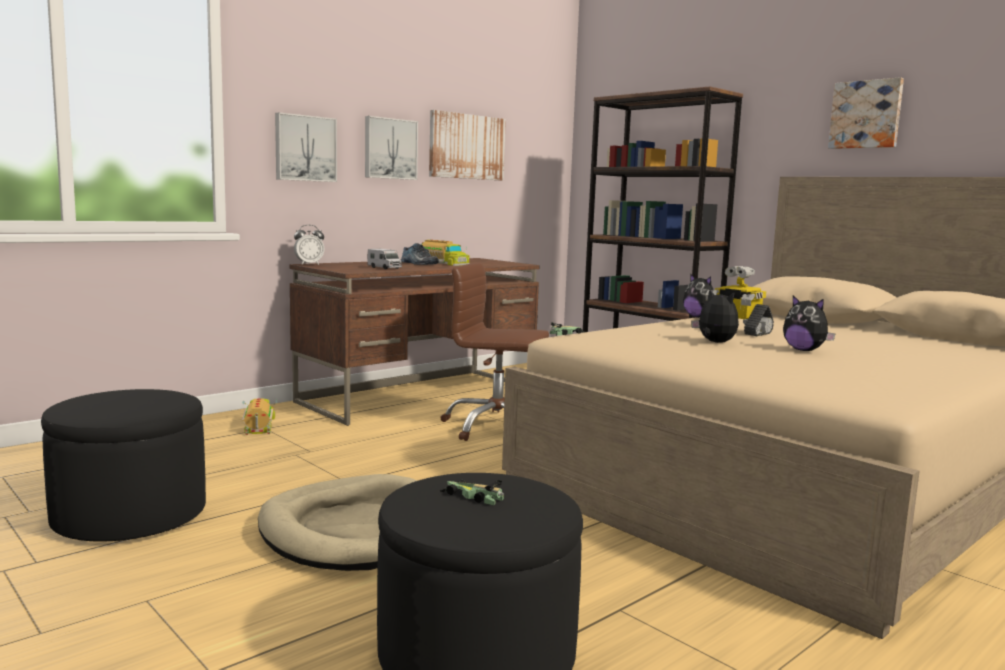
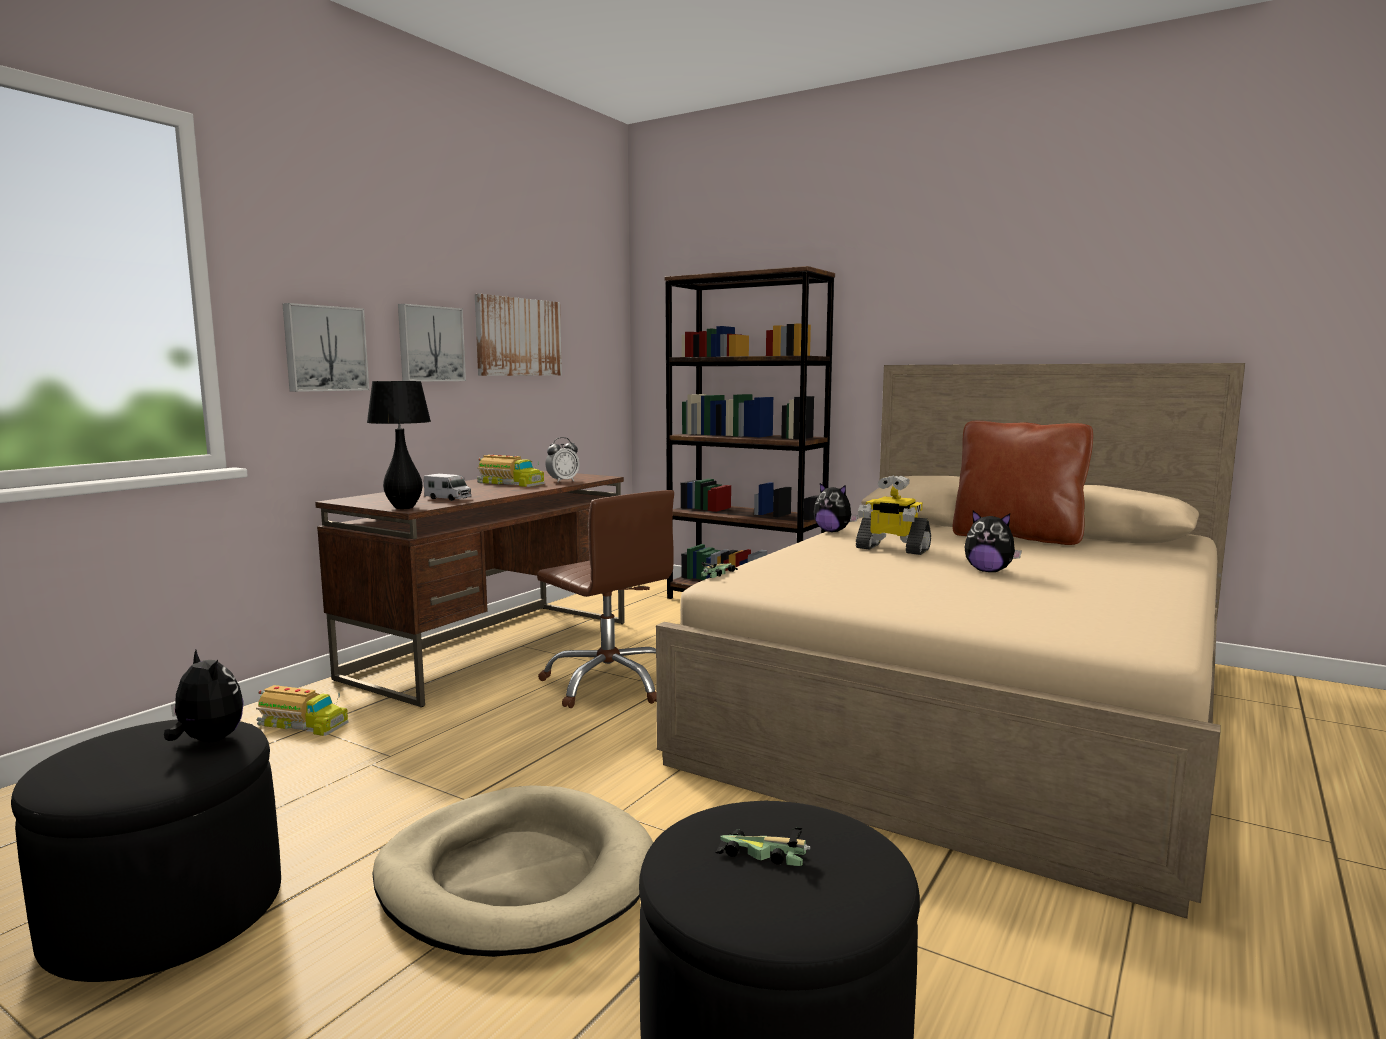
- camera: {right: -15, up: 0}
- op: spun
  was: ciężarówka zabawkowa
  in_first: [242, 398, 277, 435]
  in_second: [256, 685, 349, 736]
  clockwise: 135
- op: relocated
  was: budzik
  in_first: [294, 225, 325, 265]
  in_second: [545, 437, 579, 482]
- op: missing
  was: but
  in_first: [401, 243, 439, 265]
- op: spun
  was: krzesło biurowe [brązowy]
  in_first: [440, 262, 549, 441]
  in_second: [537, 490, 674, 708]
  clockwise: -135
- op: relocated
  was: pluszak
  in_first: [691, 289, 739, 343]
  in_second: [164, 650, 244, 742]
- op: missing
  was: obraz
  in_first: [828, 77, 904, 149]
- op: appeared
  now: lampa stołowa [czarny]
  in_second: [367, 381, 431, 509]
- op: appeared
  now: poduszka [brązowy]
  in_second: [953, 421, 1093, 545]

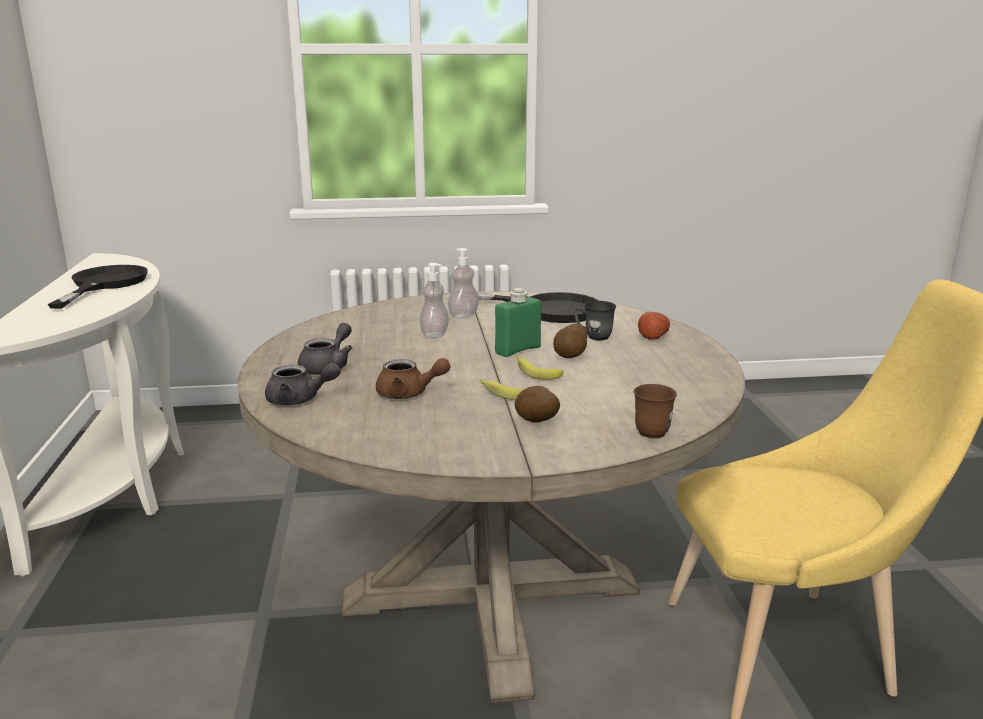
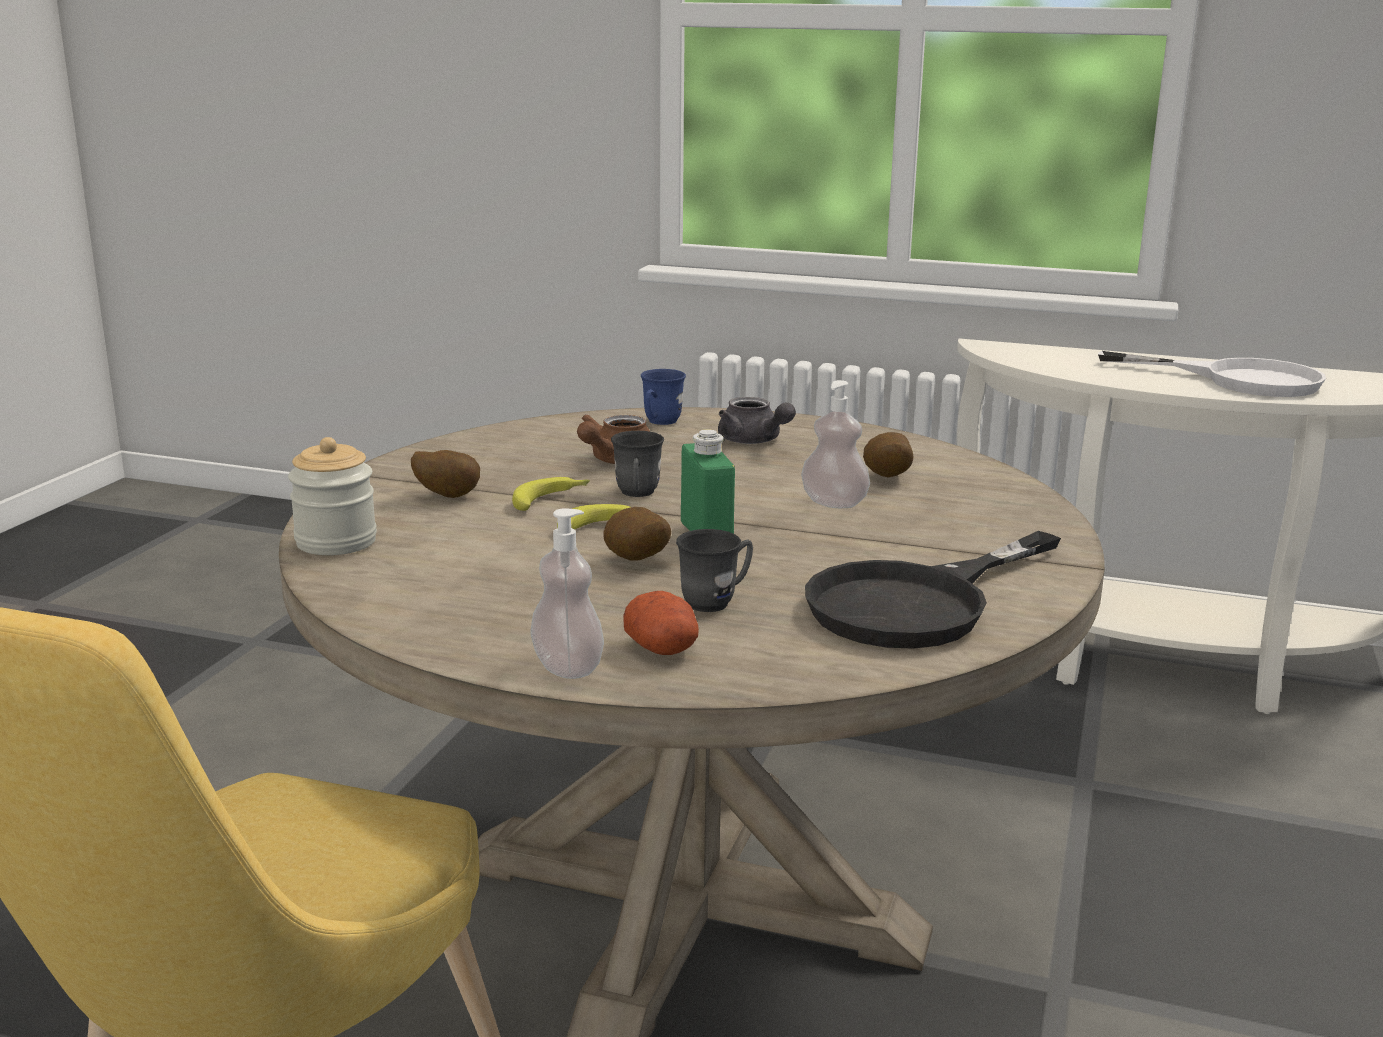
- camera: {right: 115, up: 0}
- op: colour
  was: patelnia [czarny]
  now: patelnia [biały]
  in_first: [48, 265, 148, 309]
  in_second: [1098, 351, 1326, 397]
- op: exchanged
  was: imbryk [szary]
  now: kubek [niebieski]
  in_first: [265, 363, 340, 405]
  in_second: [641, 369, 686, 425]
- op: relocated
  was: dozownik mydła
  in_first: [448, 248, 479, 319]
  in_second: [530, 508, 604, 679]
- op: exchanged
  was: kubek [brązowy]
  now: słoik
  in_first: [634, 384, 677, 439]
  in_second: [288, 437, 377, 555]
- op: appeared
  now: kubek [szary]
  in_second: [611, 431, 664, 497]
- op: appeared
  now: ziemniak
  in_second: [863, 432, 914, 477]

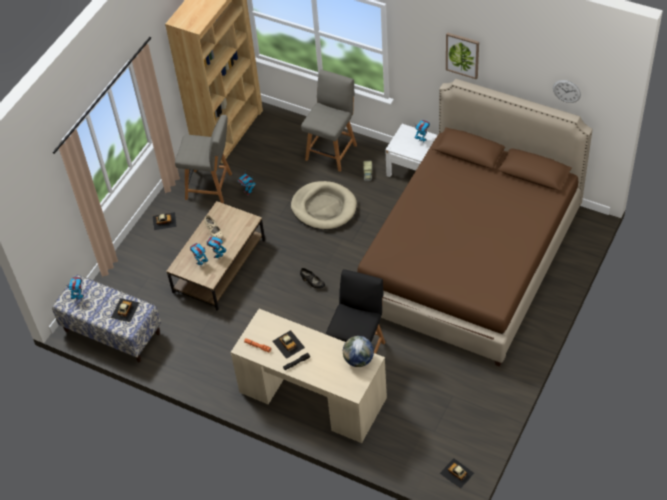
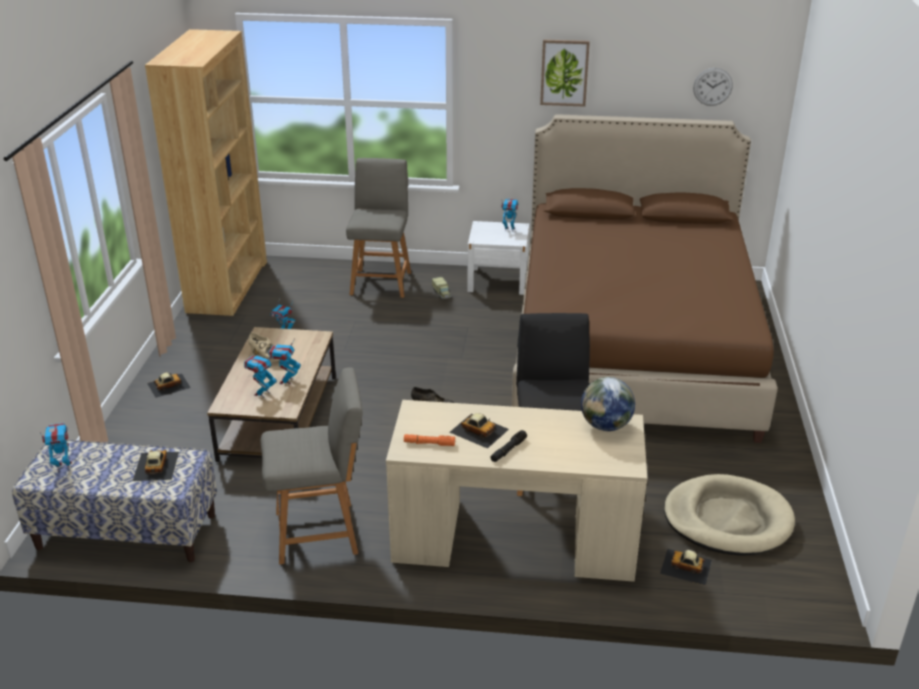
- camera: {right: -25, up: -20}
- op: relocated
  was: krzesło [szary]
  in_first: [175, 115, 232, 203]
  in_second: [261, 367, 363, 564]
- op: relocated
  was: legowisko [beżowy]
  in_first: [291, 181, 357, 230]
  in_second: [664, 474, 795, 555]
- op: relocated
  was: samochodzik
  in_first: [440, 458, 475, 489]
  in_second: [660, 549, 712, 585]

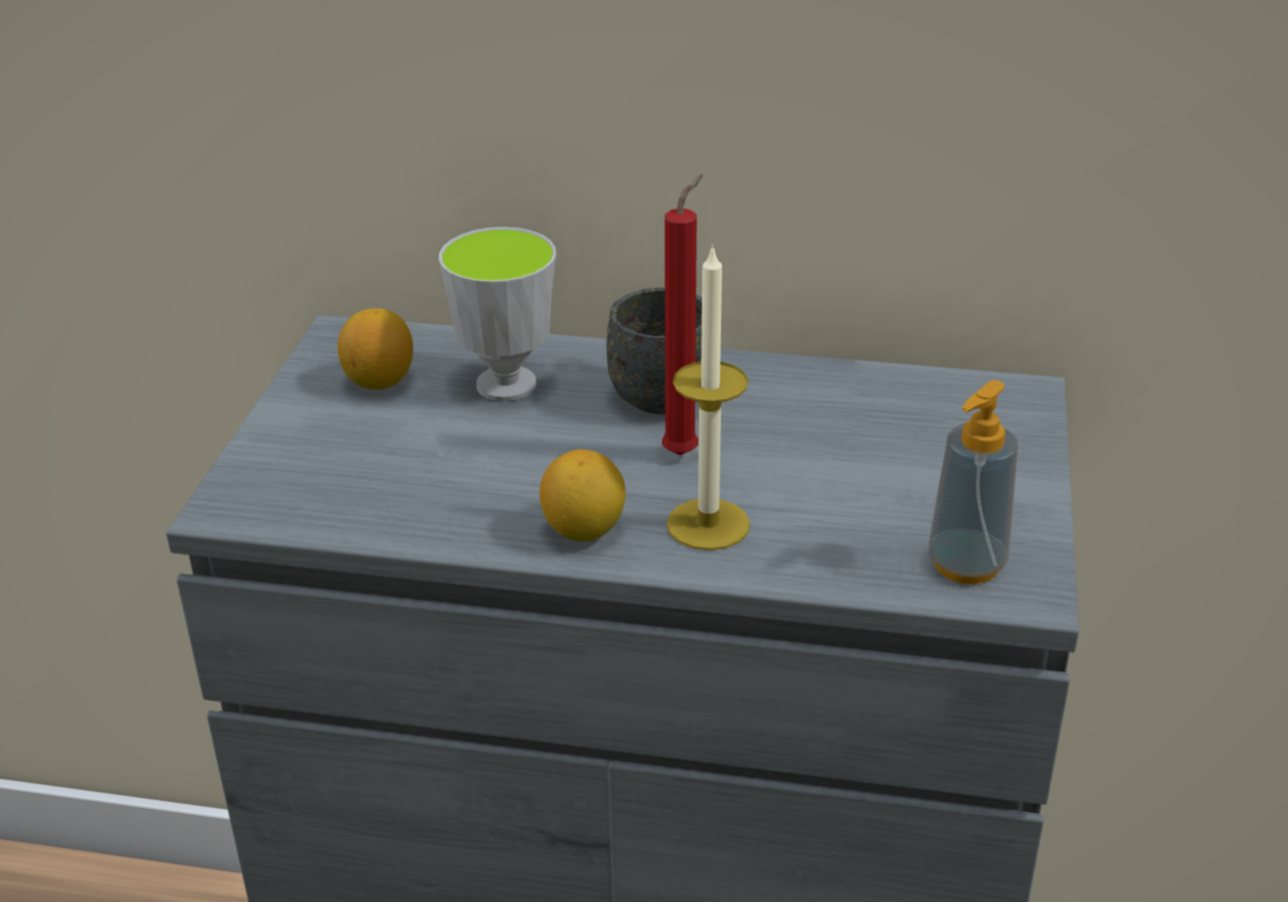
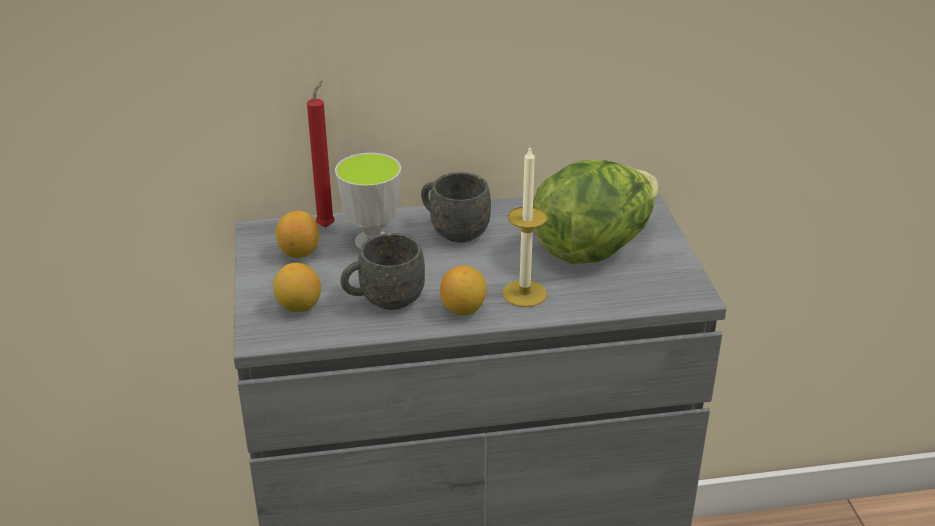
- camera: {right: -20, up: 0}
- op: relocated
  was: świeca [czerwony]
  in_first: [662, 174, 703, 455]
  in_second: [307, 80, 335, 227]
- op: missing
  was: dozownik mydła
  in_first: [928, 380, 1018, 584]
- op: appeared
  now: cytryna
  in_second: [273, 263, 321, 312]
- op: appeared
  now: kubek [szary]
  in_second: [341, 233, 425, 310]
- op: appeared
  now: sałata
  in_second: [533, 160, 658, 264]

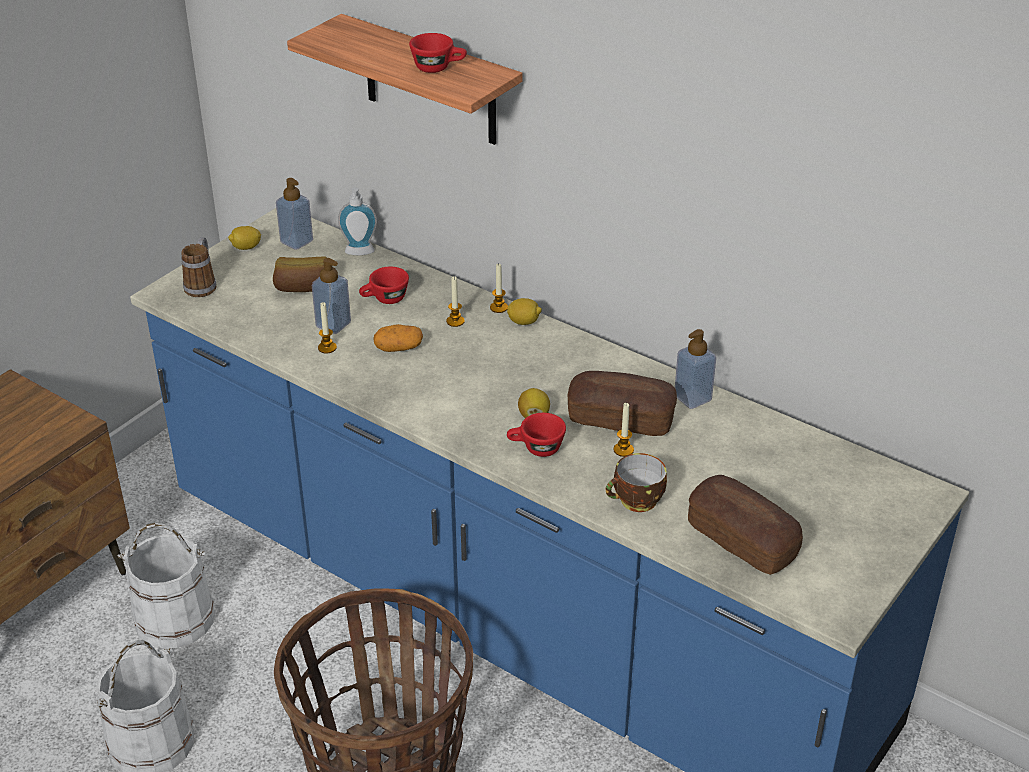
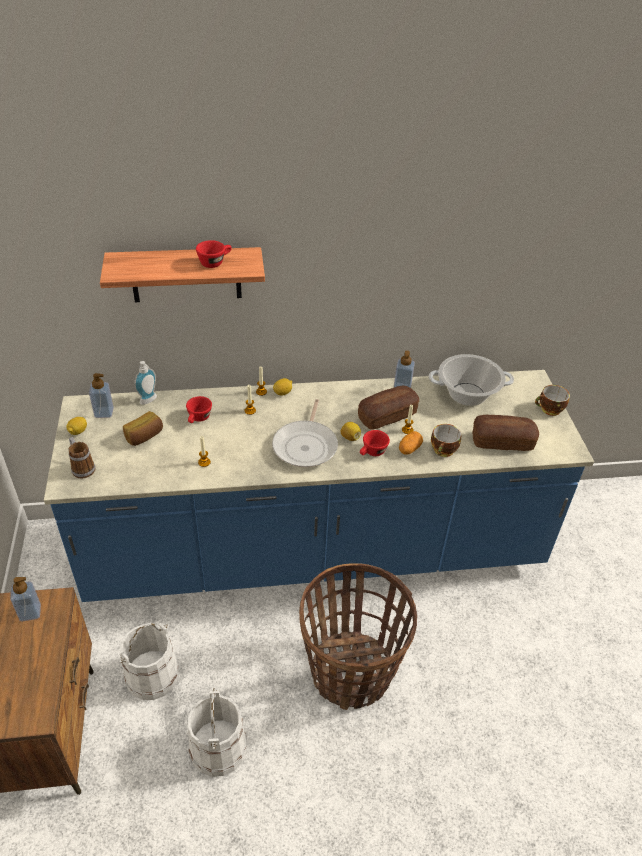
- camera: {right: -45, up: 5}
- op: relocated
  was: dozownik mydła
  in_first: [312, 258, 351, 334]
  in_second: [10, 577, 41, 621]
- op: relocated
  was: ziemniak
  in_first: [373, 324, 423, 352]
  in_second: [399, 431, 423, 454]
- op: appeared
  now: patelnia
  in_second: [272, 399, 338, 468]
- op: appeared
  now: garnek
  in_second: [429, 354, 514, 406]
- op: appeared
  now: filiżanka
  in_second: [535, 385, 570, 416]

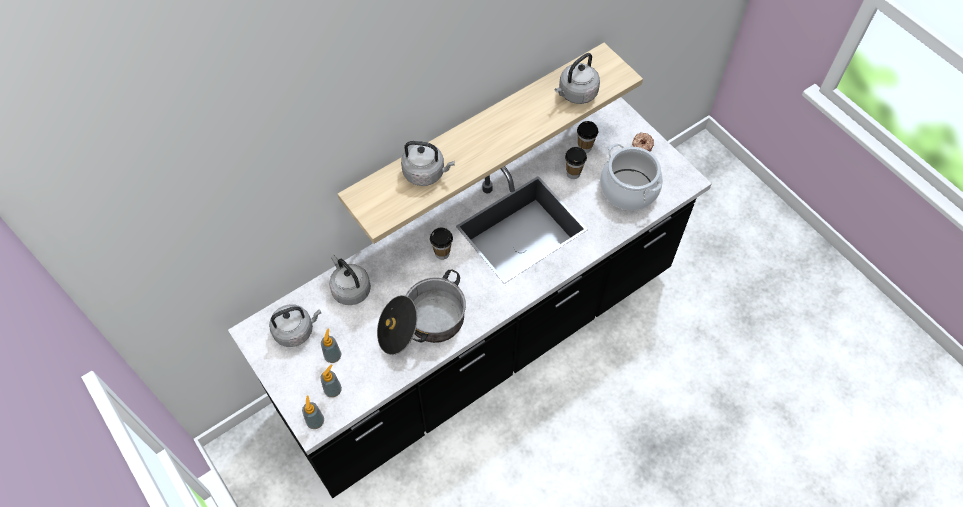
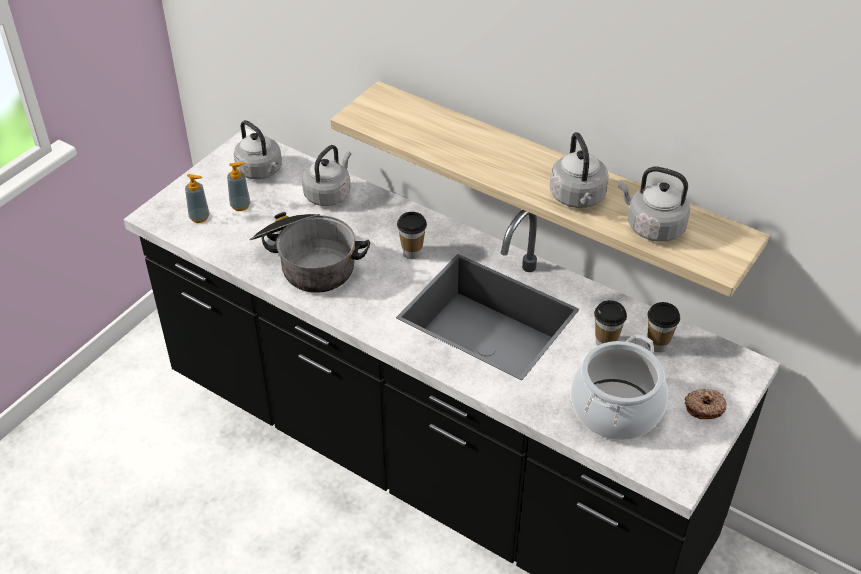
- camera: {right: 70, up: -15}
- op: missing
  was: dozownik mydła
  in_first: [302, 395, 324, 429]
- op: relocated
  was: czajnik [szary]
  in_first: [401, 141, 455, 186]
  in_second: [550, 132, 609, 208]

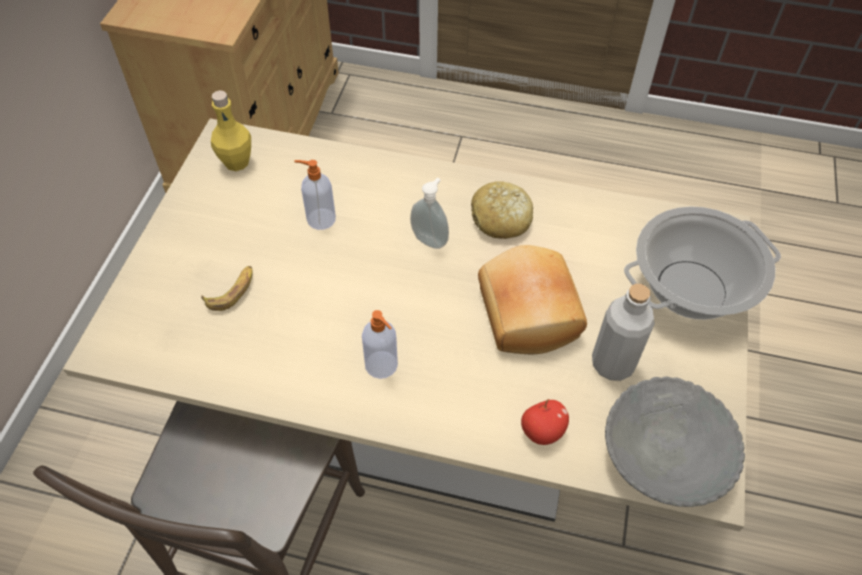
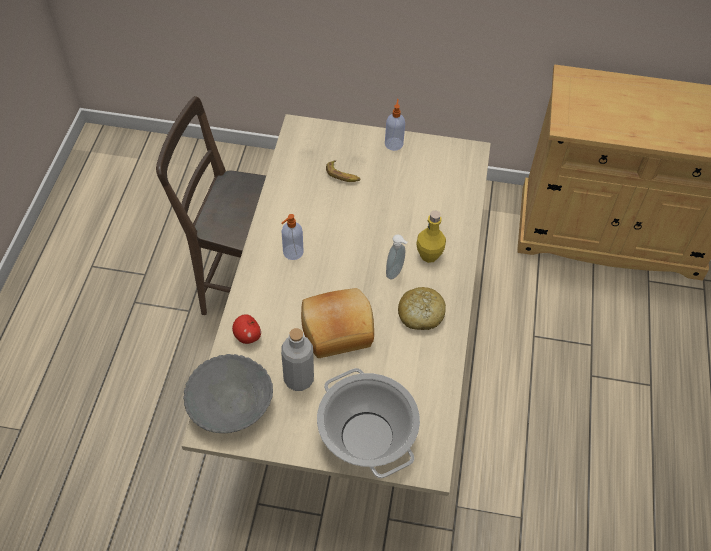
- camera: {right: 85, up: 0}
- op: relocated
  was: butelka [żółty]
  in_first: [211, 90, 251, 171]
  in_second: [416, 210, 446, 263]
- op: relocated
  was: dozownik mydła
  in_first: [294, 160, 336, 230]
  in_second: [385, 99, 405, 151]

